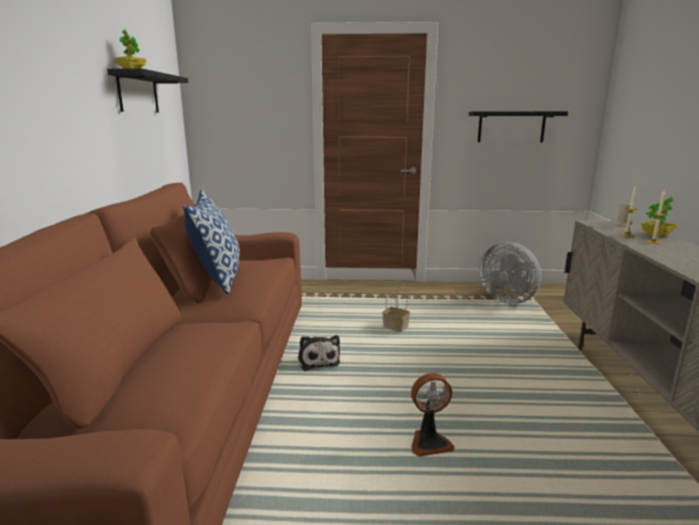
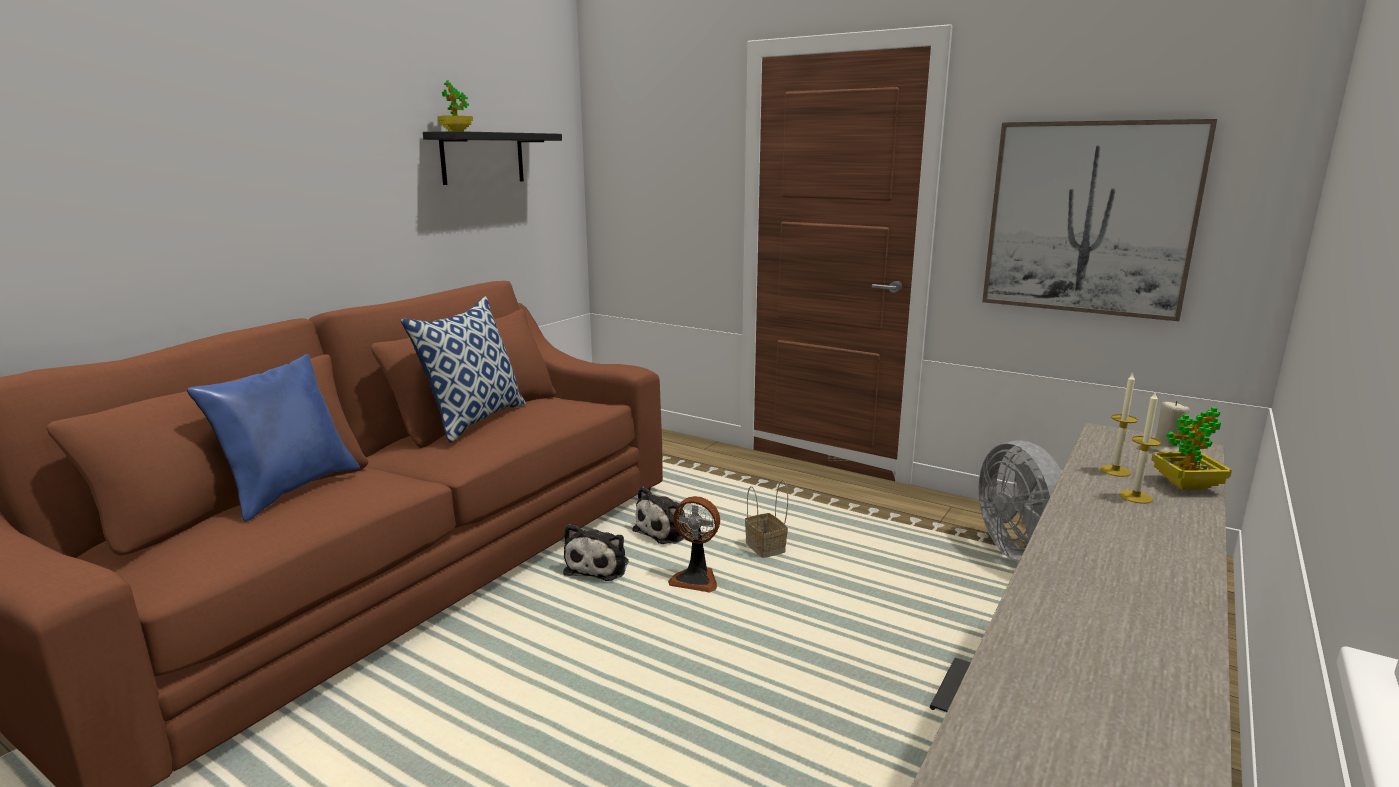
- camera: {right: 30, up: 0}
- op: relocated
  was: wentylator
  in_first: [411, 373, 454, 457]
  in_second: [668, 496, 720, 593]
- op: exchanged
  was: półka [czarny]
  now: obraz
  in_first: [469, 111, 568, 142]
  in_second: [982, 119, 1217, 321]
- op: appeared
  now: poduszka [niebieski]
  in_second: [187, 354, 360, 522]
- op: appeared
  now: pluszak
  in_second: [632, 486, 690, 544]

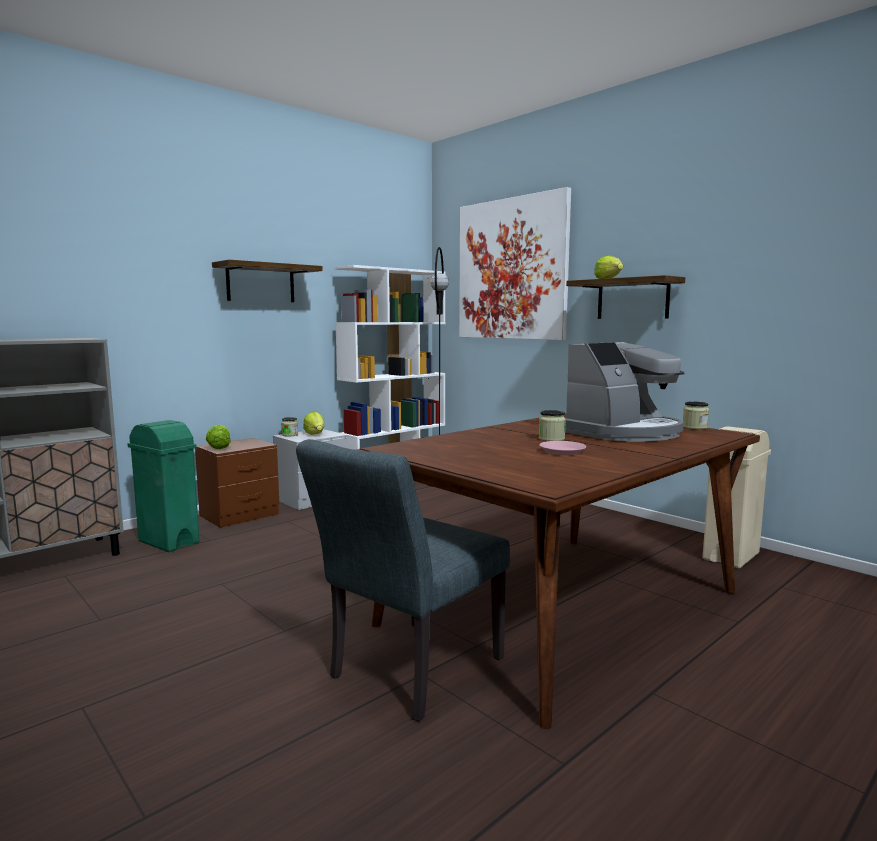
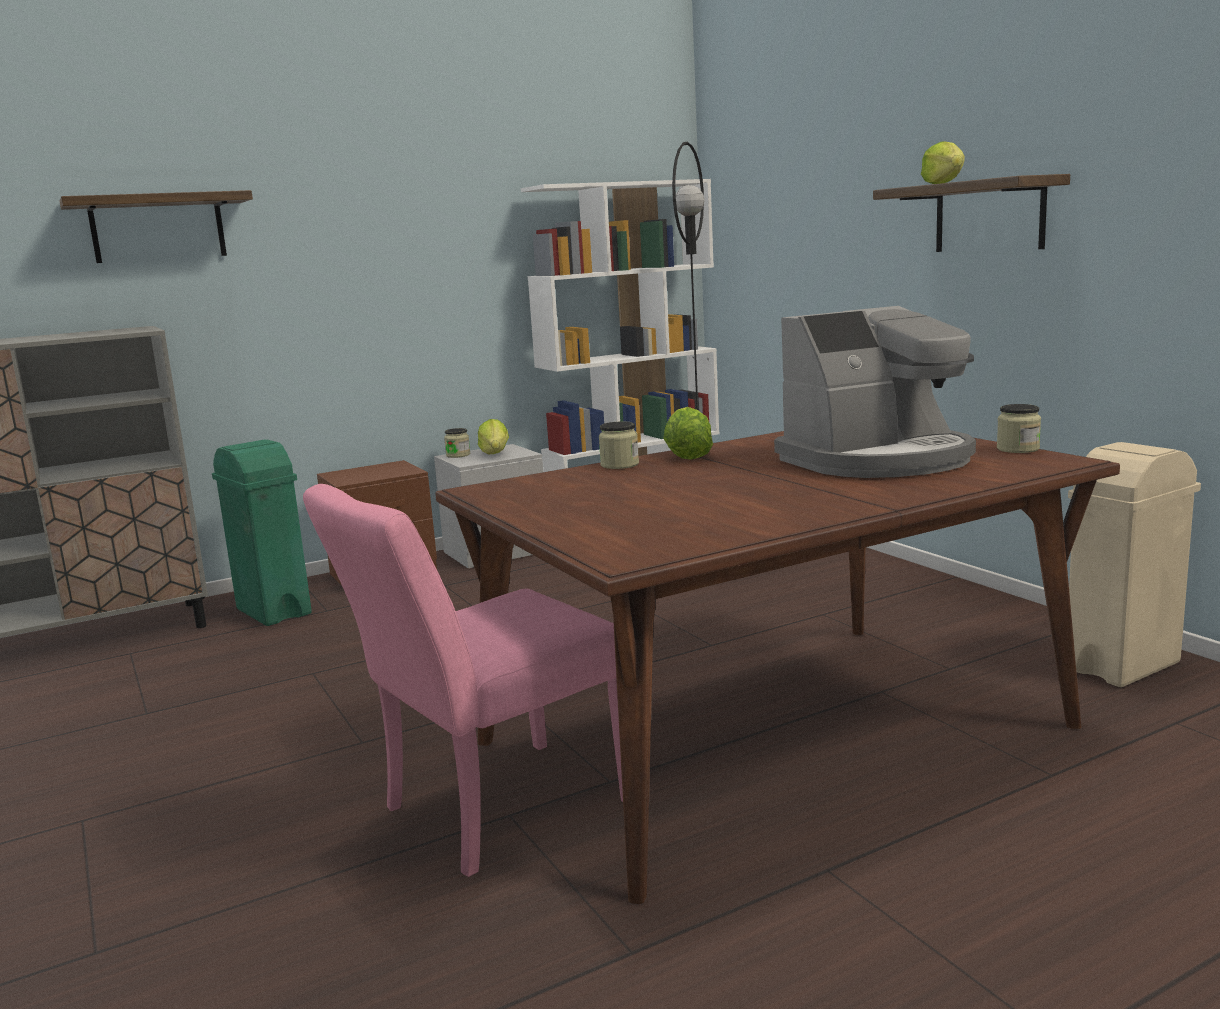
- camera: {right: 15, up: 5}
- op: relocated
  was: sałata
  in_first: [206, 425, 231, 449]
  in_second: [664, 407, 713, 460]
- op: relocated
  was: półka
  in_first: [212, 259, 323, 302]
  in_second: [59, 190, 253, 263]
- op: colour
  was: krzesło [szary]
  now: krzesło [różowy]
  in_first: [296, 439, 510, 722]
  in_second: [303, 484, 623, 877]
- op: missing
  was: obraz
  in_first: [459, 187, 571, 340]
- op: relocated
  was: słoik
  in_first: [539, 410, 566, 441]
  in_second: [599, 421, 639, 469]
- op: missing
  was: talerz [różowy]
  in_first: [539, 441, 586, 455]

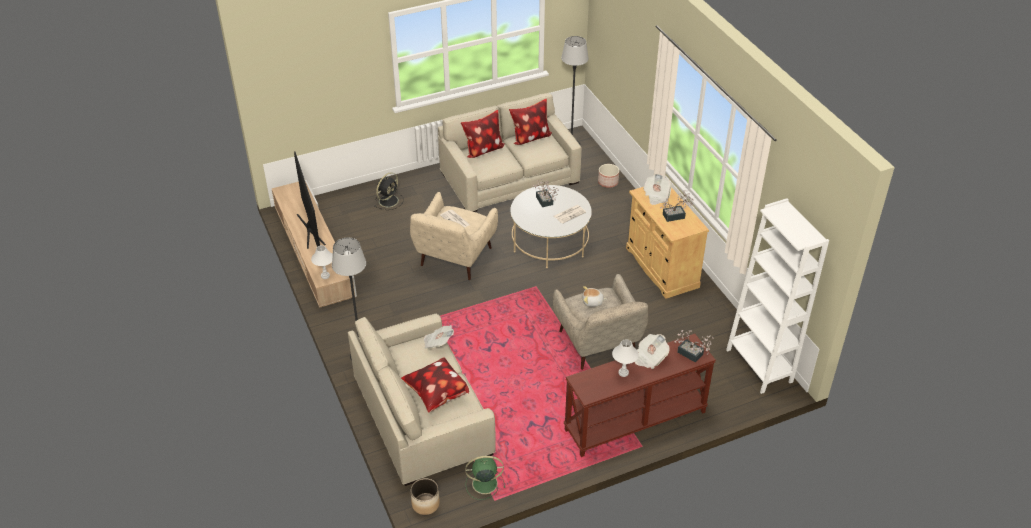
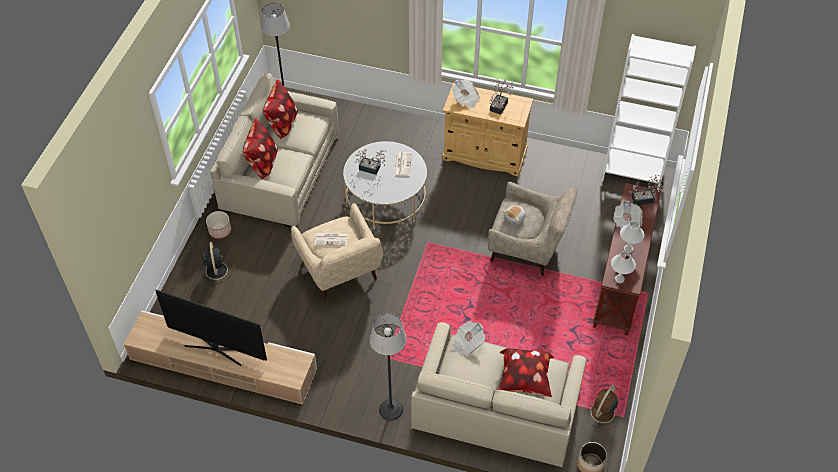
- camera: {right: -50, up: 10}
- op: relocated
  was: lampa stołowa [biały]
  in_first: [311, 245, 333, 279]
  in_second: [611, 251, 636, 283]
- op: colour
  was: wentylator [zielony]
  now: wentylator [brązowy]
  in_first: [465, 456, 505, 500]
  in_second: [584, 385, 619, 430]
- op: relocated
  was: donica
  in_first: [598, 164, 619, 188]
  in_second: [206, 211, 231, 239]

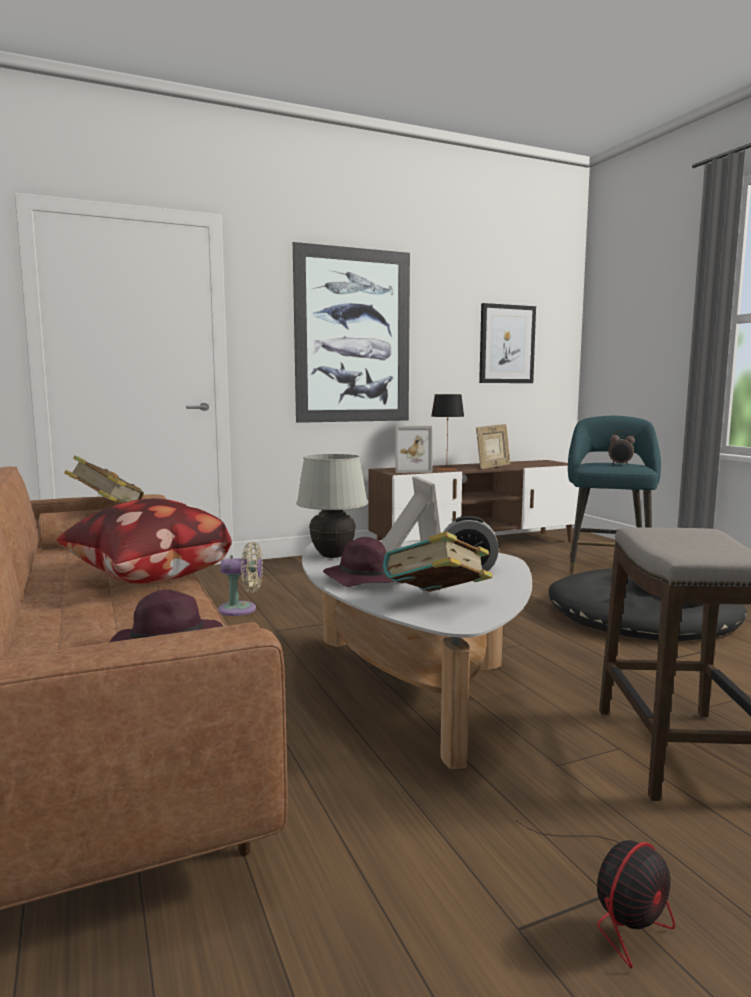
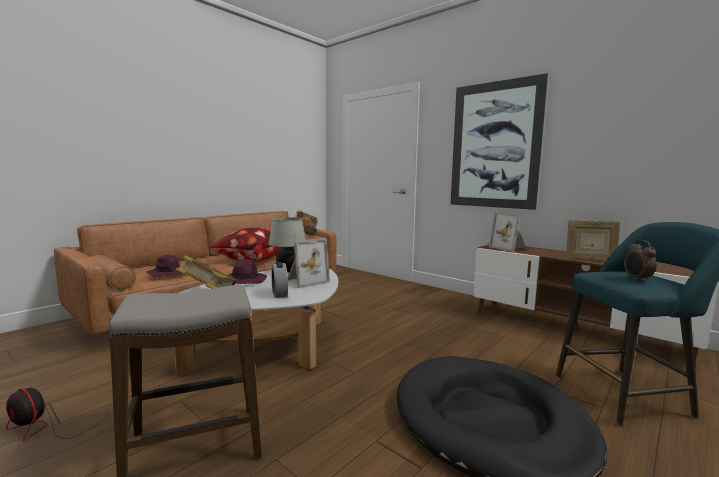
- camera: {right: 65, up: 0}
- op: missing
  was: wentylator [beżowy]
  in_first: [218, 542, 263, 616]
- op: missing
  was: lampa stołowa
  in_first: [431, 394, 464, 471]
- op: missing
  was: obraz
  in_first: [479, 303, 536, 383]

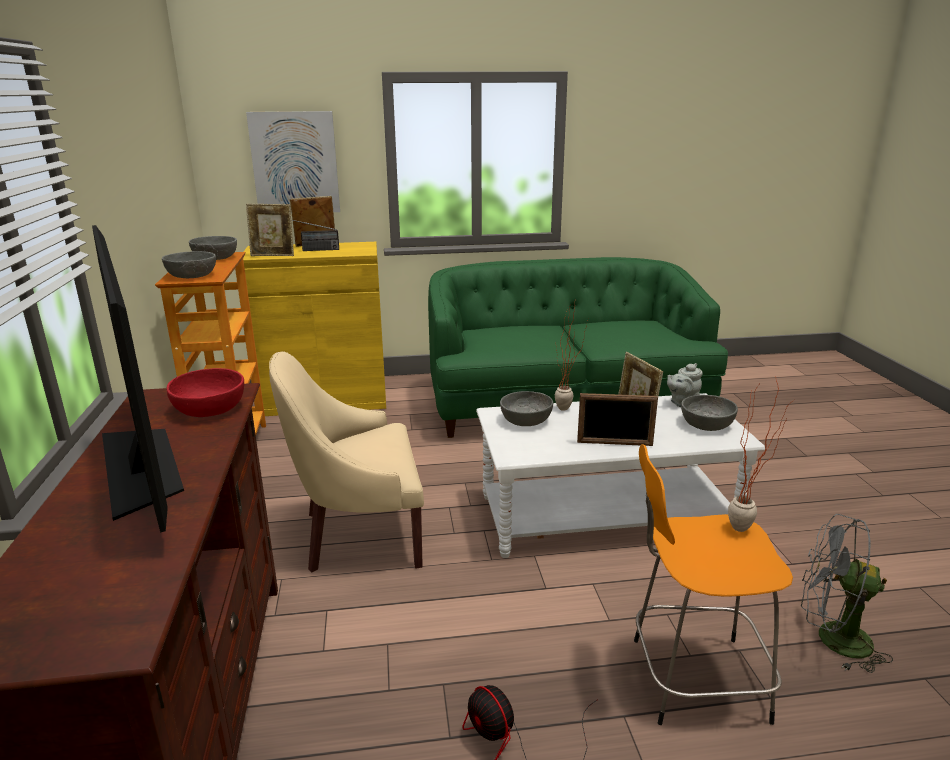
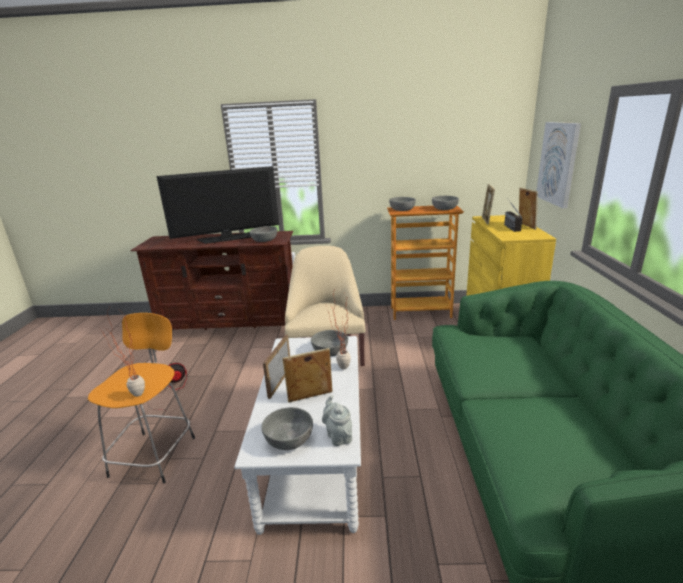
- camera: {right: 100, up: 0}
- op: colour
  was: miska [czerwony]
  now: miska [szary]
  in_first: [167, 368, 244, 417]
  in_second: [250, 226, 277, 242]
- op: missing
  was: wentylator [szary]
  in_first: [801, 514, 893, 673]

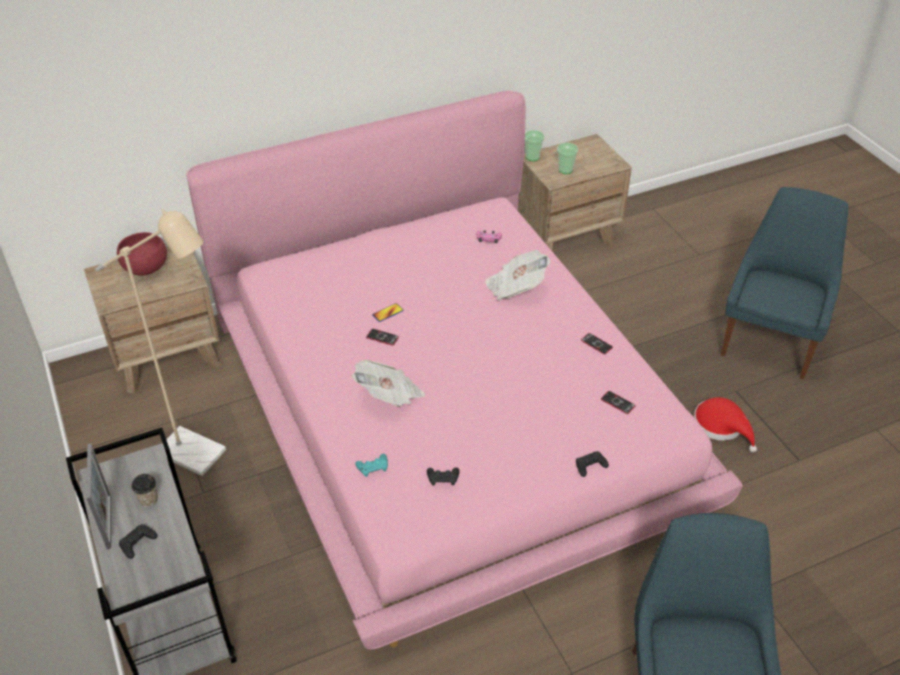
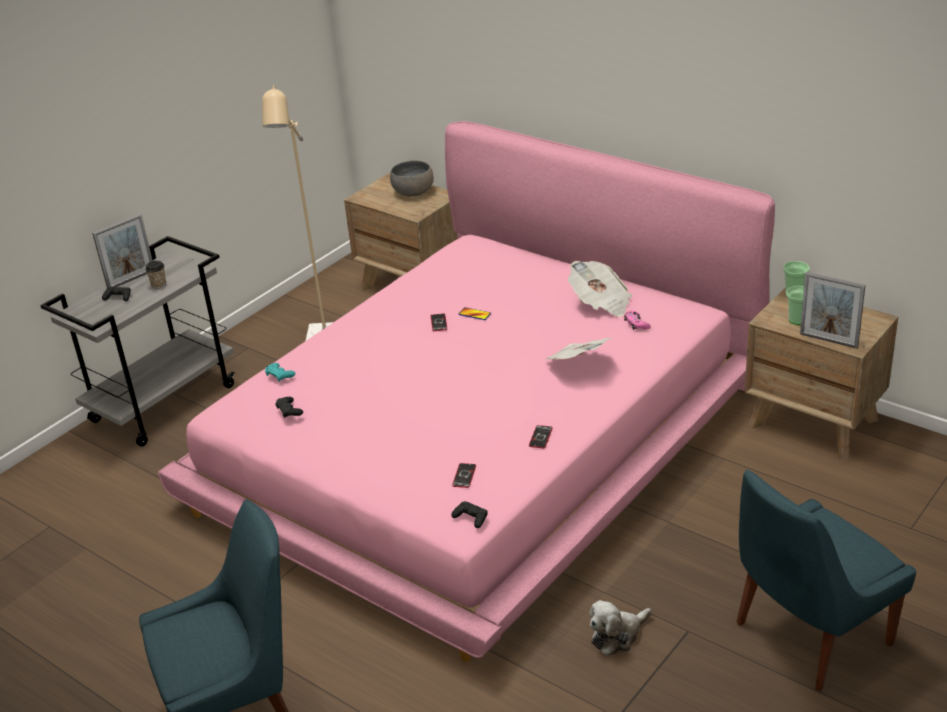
- camera: {right: 65, up: -10}
- op: colour
  was: miska [czerwony]
  now: miska [szary]
  in_first: [117, 232, 167, 276]
  in_second: [390, 160, 434, 196]
- op: relocated
  was: gazeta
  in_first: [351, 360, 425, 407]
  in_second: [568, 261, 632, 317]
- op: relocated
  was: pad do gier [czarny]
  in_first: [576, 451, 609, 477]
  in_second: [451, 501, 488, 528]
- op: exchanged
  was: kapelusz [czerwony]
  now: pluszak
  in_first: [694, 397, 757, 452]
  in_second: [589, 600, 651, 656]
- op: spun
  was: krzesło [niebieski]
  in_first: [721, 187, 848, 379]
  in_second: [736, 469, 916, 692]
  clockwise: 150
- op: appeared
  now: ramka na zdjęcie
  in_second: [800, 272, 865, 349]

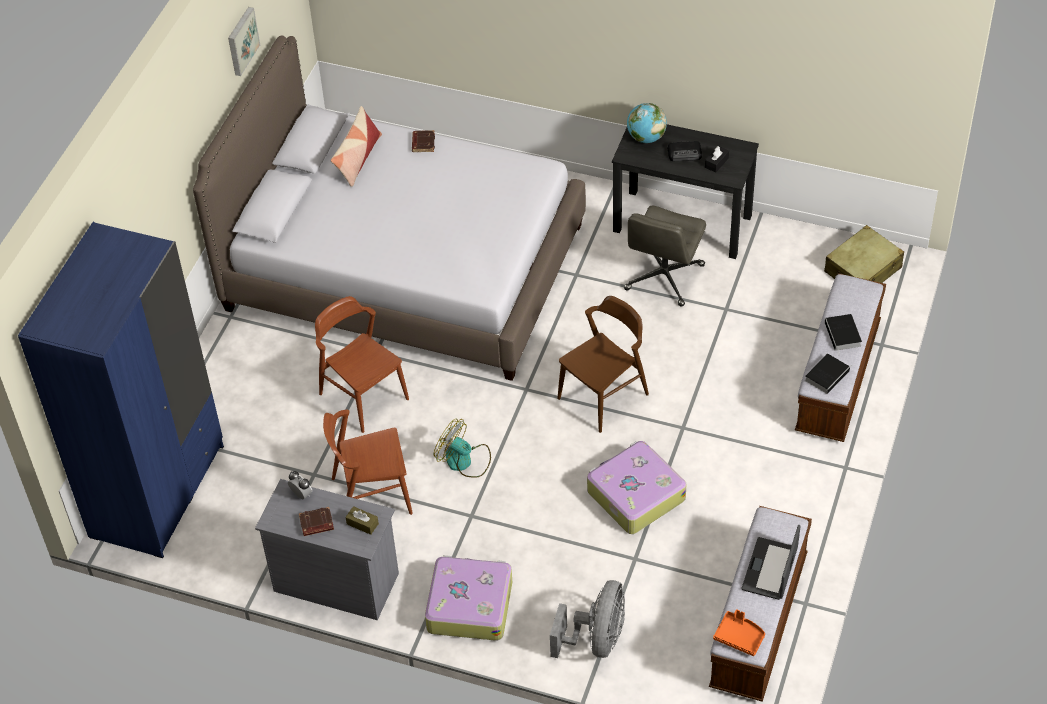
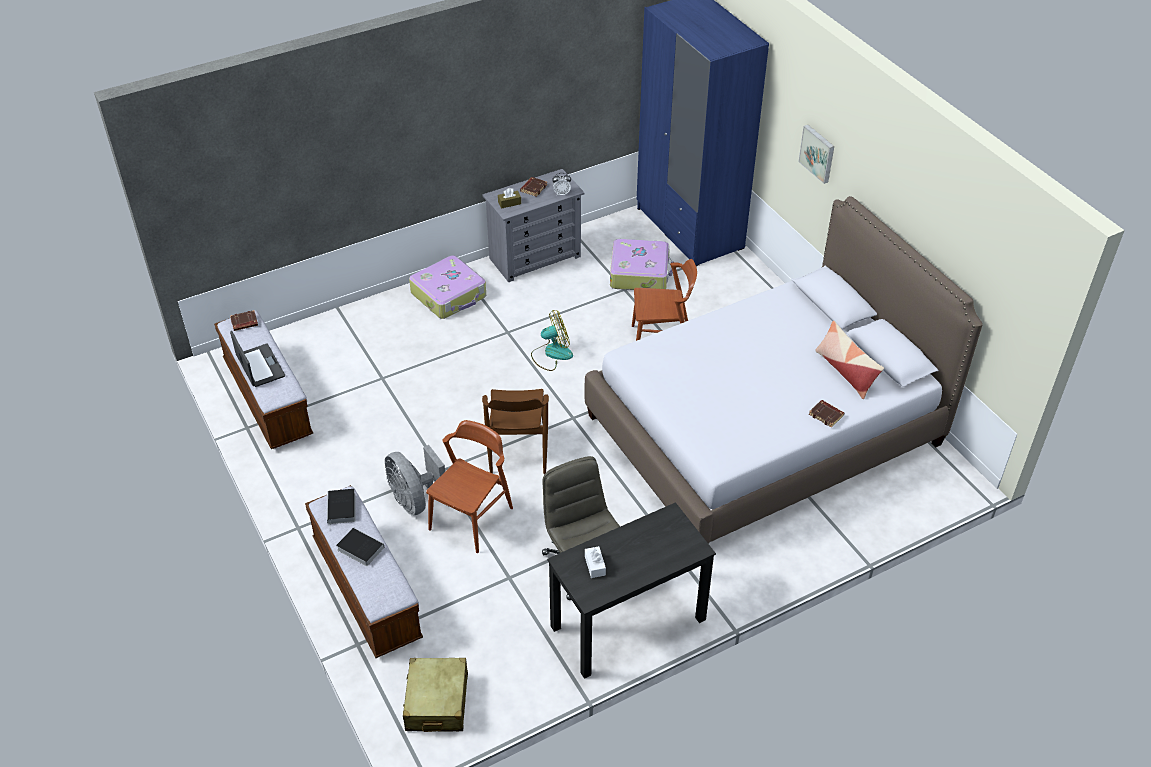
- camera: {right: 130, up: -5}
- op: relocated
  was: obraz
  in_first: [228, 7, 260, 76]
  in_second: [798, 125, 834, 184]
- op: relocated
  was: krzesło [brązowy]
  in_first: [323, 409, 413, 515]
  in_second: [426, 420, 513, 553]
- op: relocated
  was: wentylator [szary]
  in_first: [550, 580, 625, 658]
  in_second: [385, 445, 445, 515]
- op: relocated
  was: walizka
  in_first: [587, 441, 686, 534]
  in_second: [610, 239, 674, 290]
- op: missing
  was: globus
  in_first: [627, 103, 667, 143]
- op: missing
  was: radio
  in_first: [668, 141, 702, 161]
- op: colour
  was: pudełko chusteczek [czarny]
  now: pudełko chusteczek [biały]
  in_first: [705, 146, 729, 173]
  in_second: [585, 546, 606, 578]
- op: exchanged
  was: taca [pomarańczowy]
  now: książka [brązowy]
  in_first: [713, 609, 765, 656]
  in_second: [230, 310, 258, 331]

